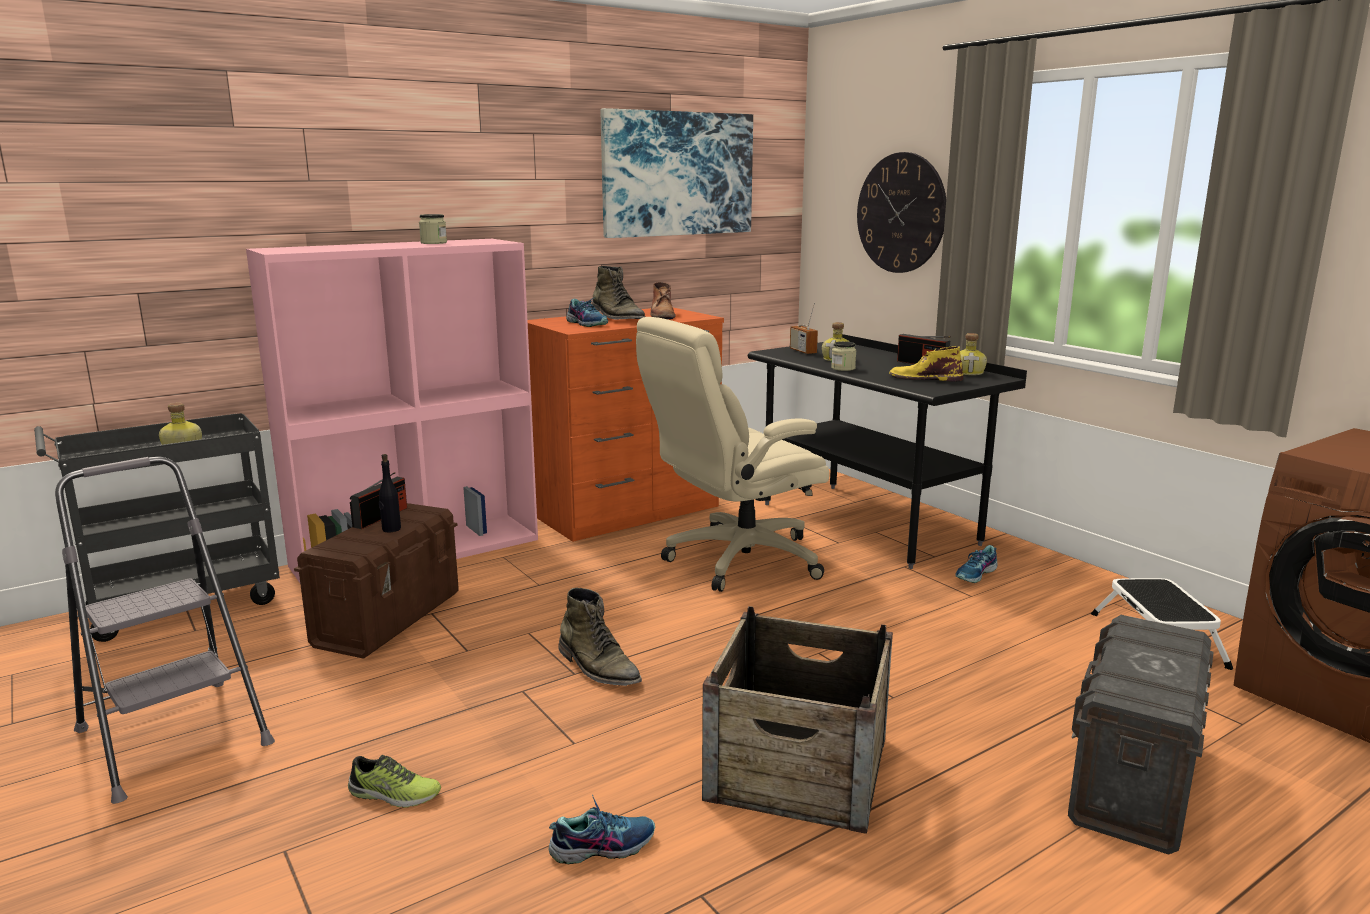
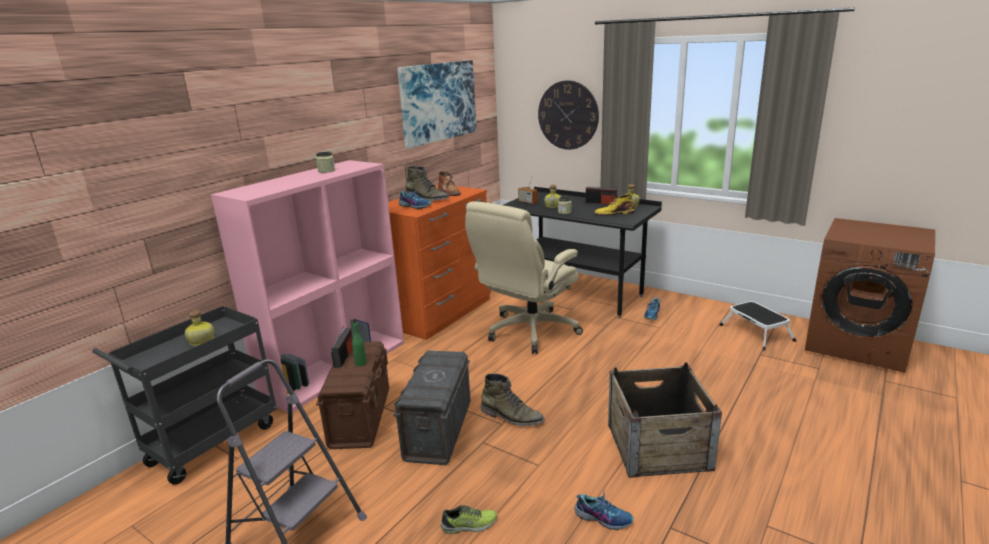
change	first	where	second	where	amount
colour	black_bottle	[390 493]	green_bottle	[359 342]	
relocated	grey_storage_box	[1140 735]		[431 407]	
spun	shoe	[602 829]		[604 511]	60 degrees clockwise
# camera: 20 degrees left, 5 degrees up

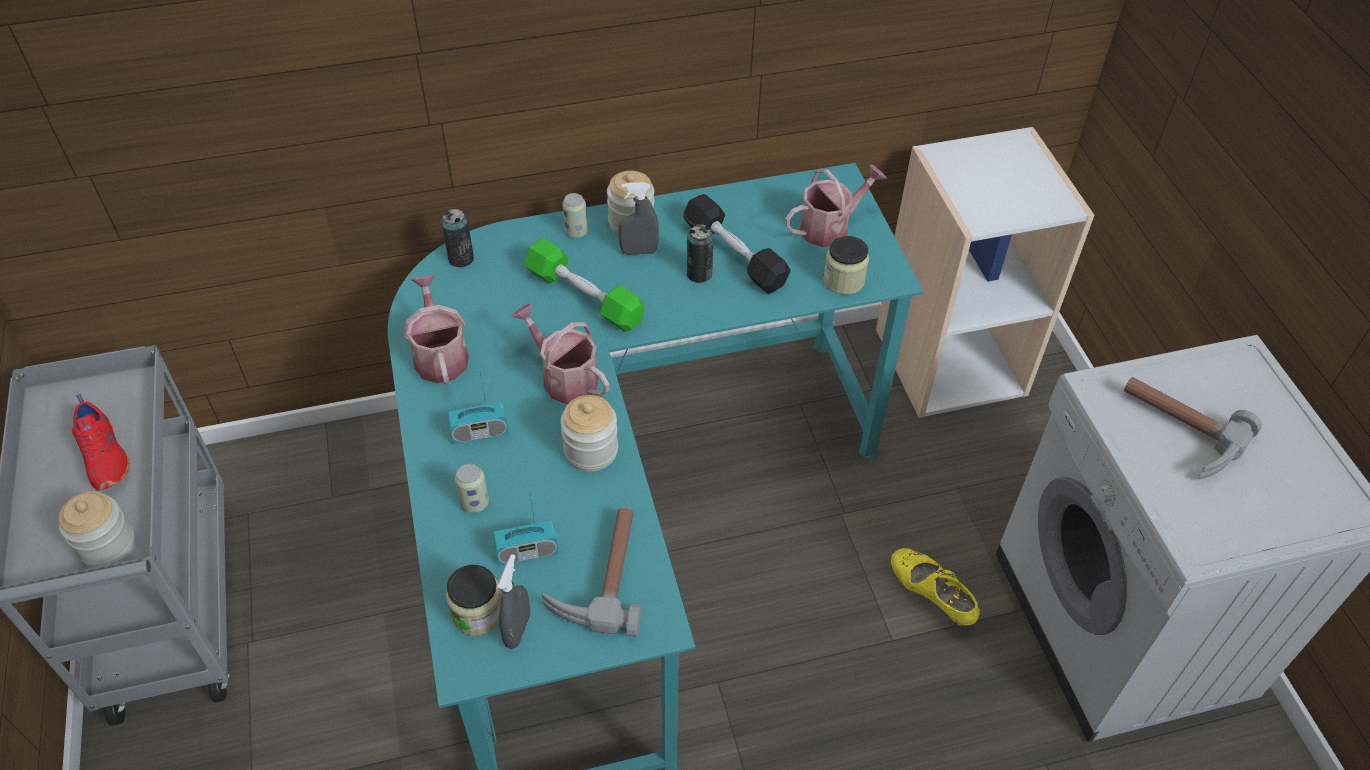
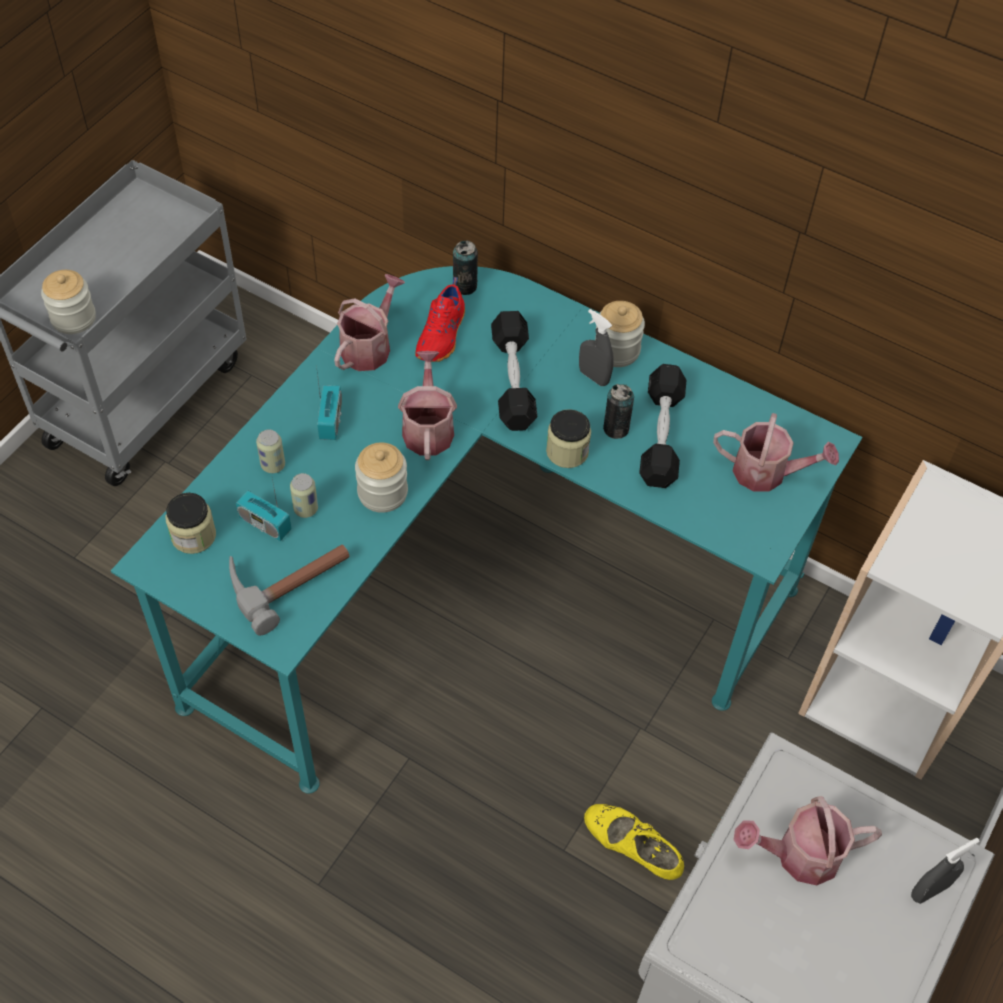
change	first	where	second	where	amount
relocated	can	[575 215]		[304 495]	
relocated	jar	[846 265]		[568 438]	
colour	green_dumbbell	[584 285]	black_dumbbell	[514 371]	
spun	radio	[478 408]		[329 402]	120 degrees counterclockwise
exchanged	hammer	[1193 428]	watering_can	[807 840]	
relocated	red_shoe	[101 442]		[440 319]	
spun	yellow_shoe	[935 587]		[634 842]	60 degrees counterclockwise
relocated	grey_spray_bottle	[513 601]		[945 871]	
# camera: 45 degrees right, 5 degrees up

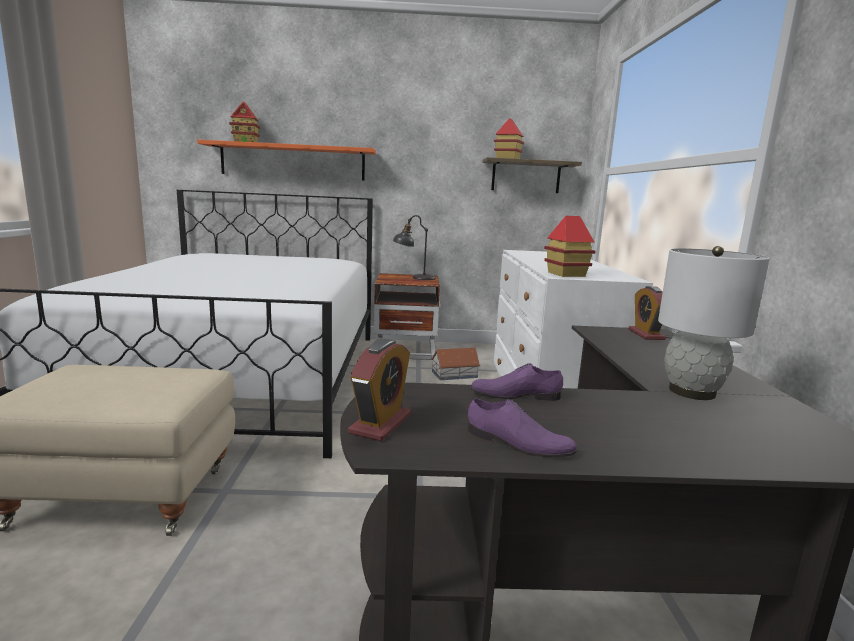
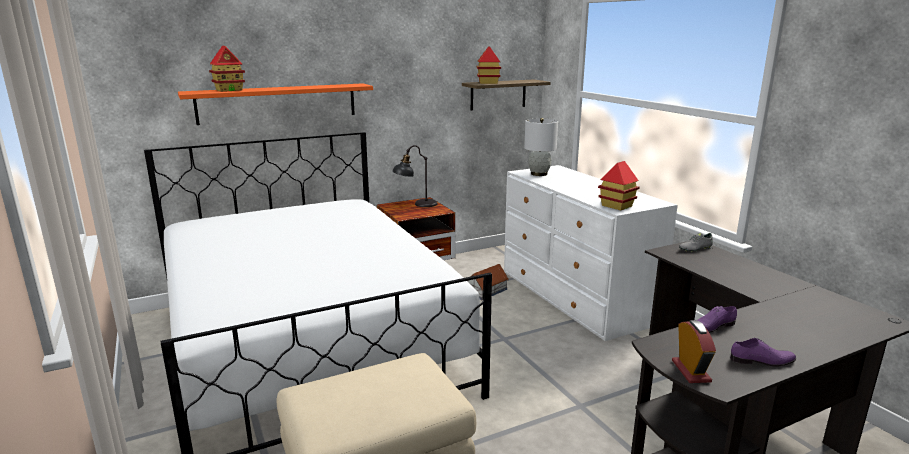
change	first	where	second	where	amount
relocated	white_table_lamp	[714 323]		[541 147]	
exchanged	alarm_clock	[647 313]	grey_shoe	[696 242]	
# camera: 25 degrees left, 5 degrees up

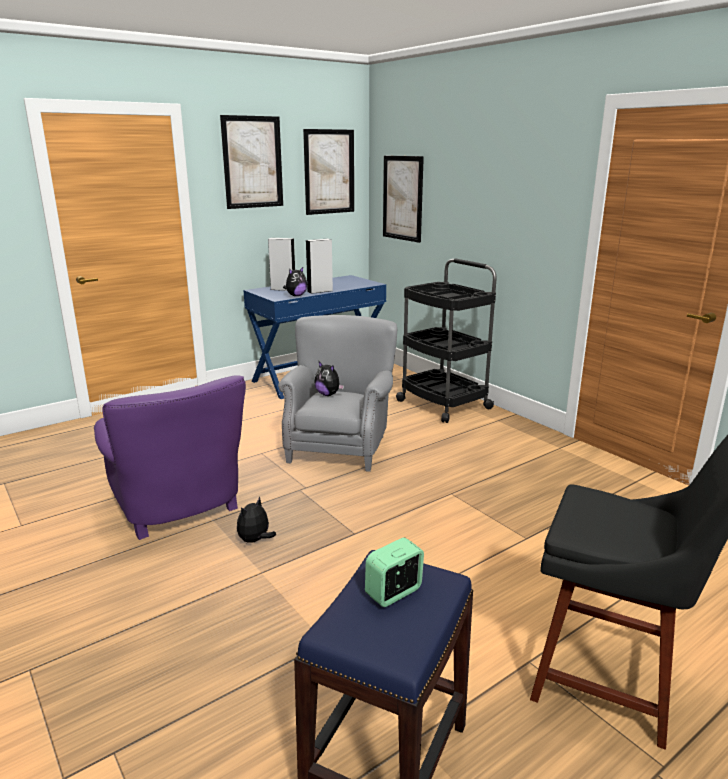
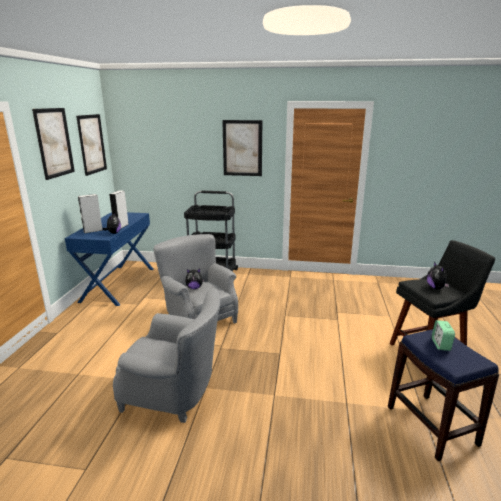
change	first	where	second	where	amount
relocated	picture	[403 199]		[242 148]	
colour	purple_armchair	[170 458]	grey_armchair	[167 355]	
relocated	plush_toy	[256 520]		[438 275]	
# camera: 45 degrees left, 0 degrees up

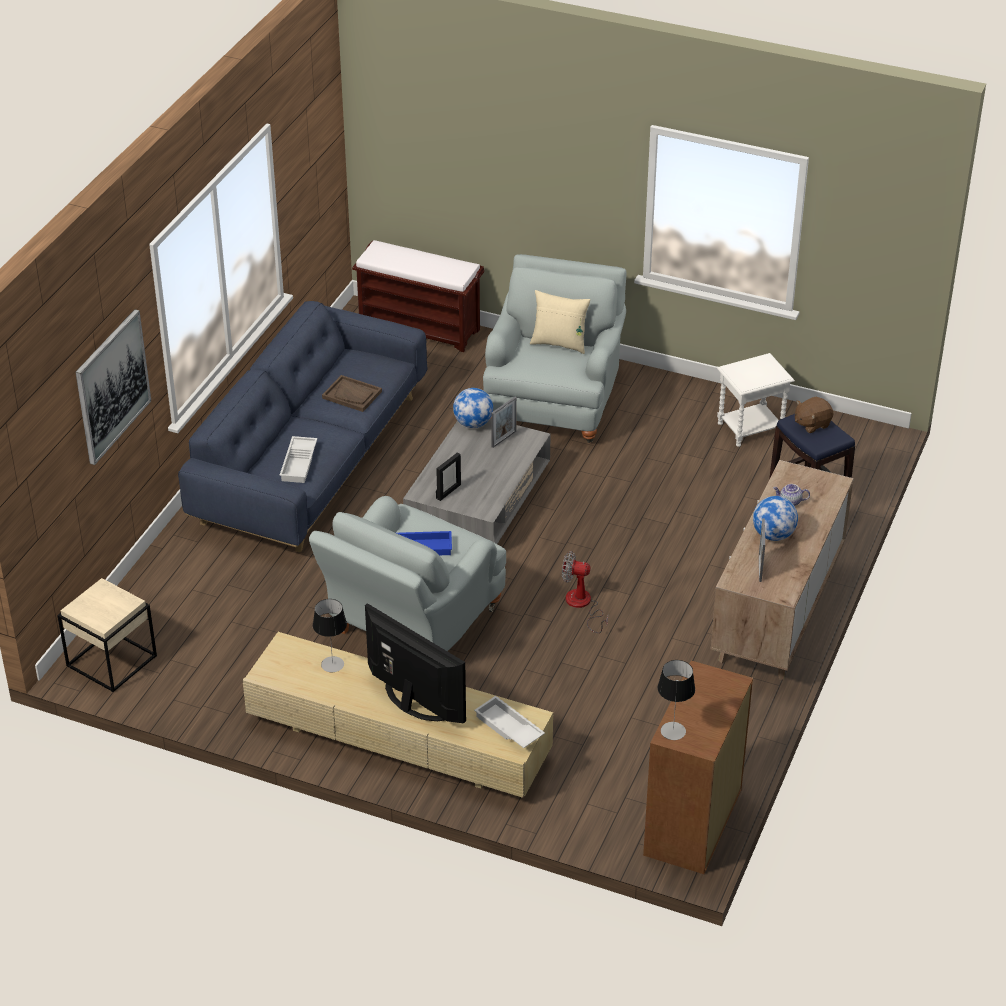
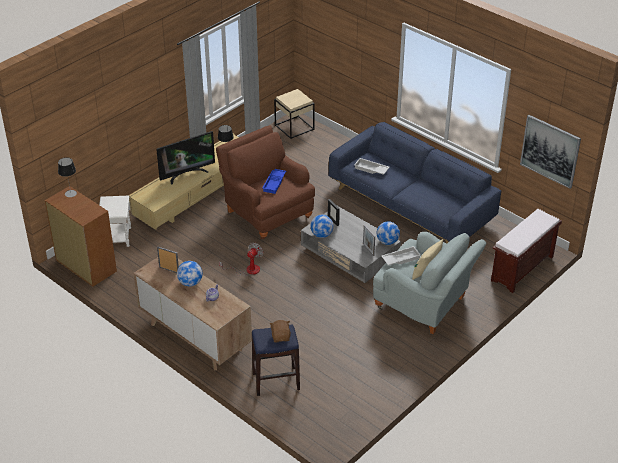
change	first	where	second	where	amount
relocated	picture	[113 387]		[550 152]	
relocated	white_side_table	[756 400]		[115 221]	
missing	brown_tray	[352 393]			
colour	grey_armchair	[407 573]	brown_armchair	[265 182]	
relocated	white_tray	[509 722]		[401 255]	
appeared			globe	[322 226]	
# camera: 110 degrees right, 0 degrees up

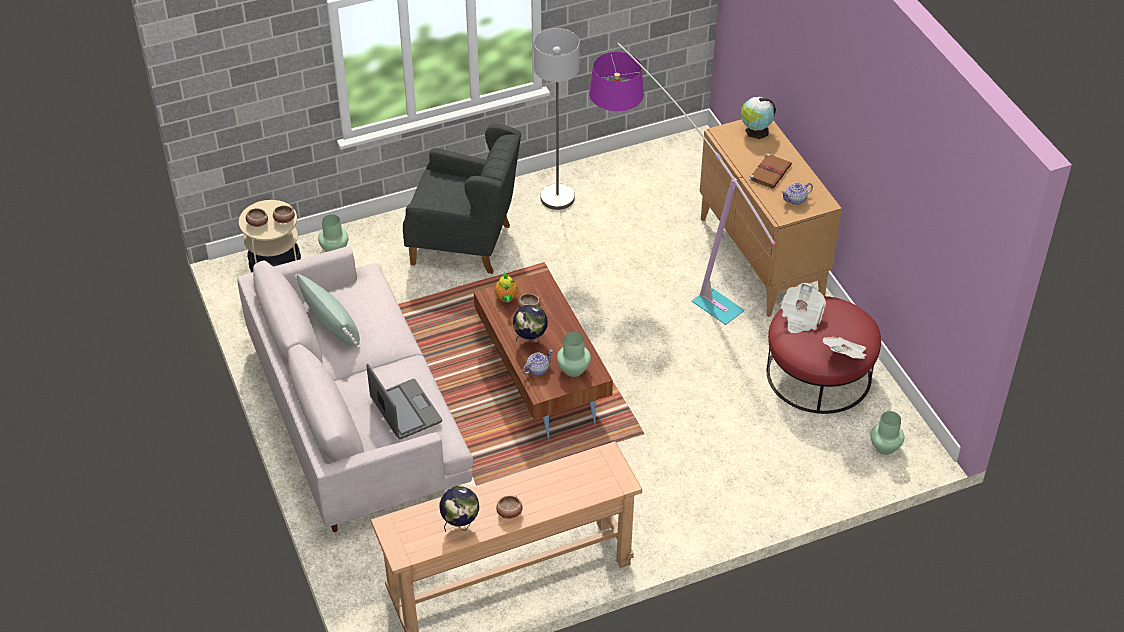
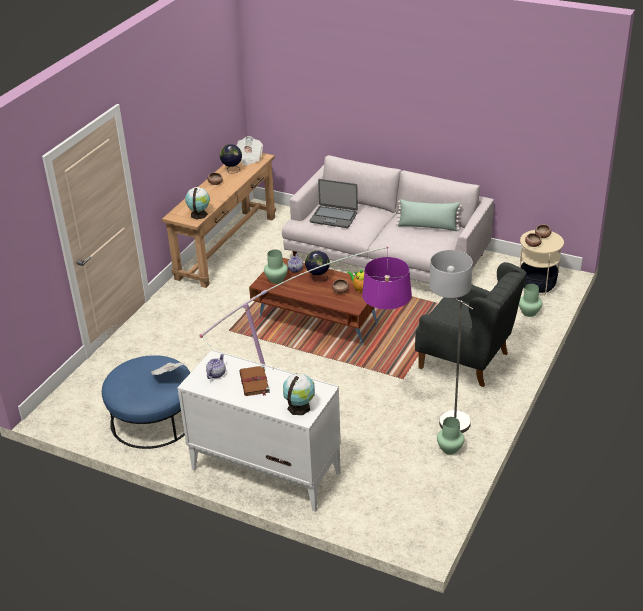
change	first	where	second	where	amount
colour	brown_cabinet	[771 218]	white_cabinet	[259 431]	
spun	grey_armchair	[462 198]		[471 324]	120 degrees counterclockwise
colour	red_ottoman	[823 355]	blue_ottoman	[146 402]	
relocated	newspaper	[845 348]		[249 150]	
relocated	green_vase	[887 433]		[450 436]	
appeared			globe	[197 203]	
# camera: 140 degrees right, 10 degrees down

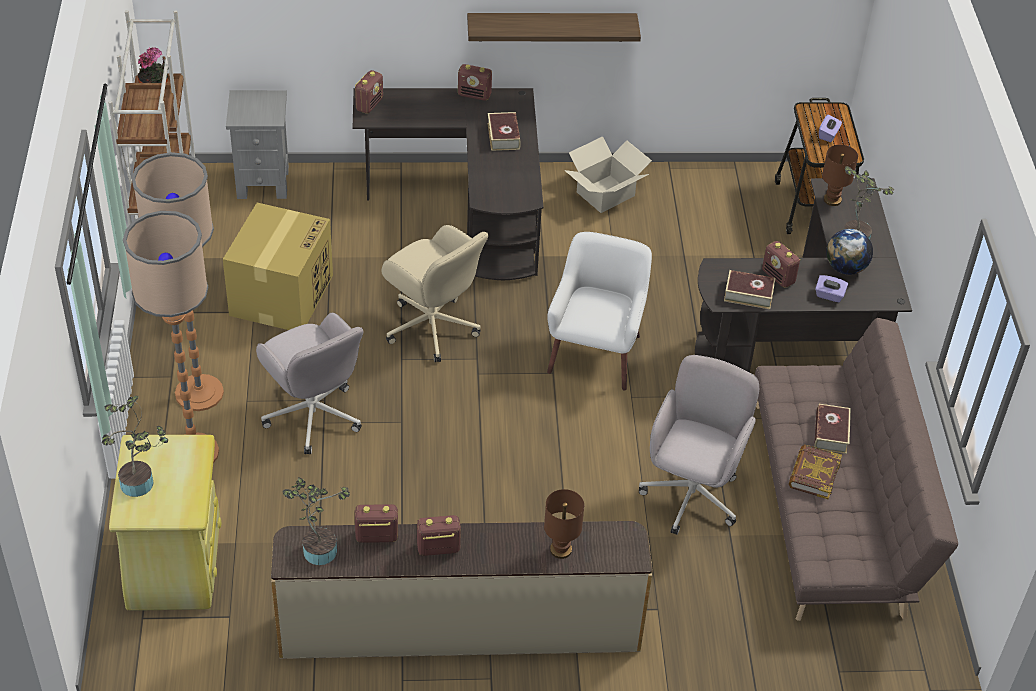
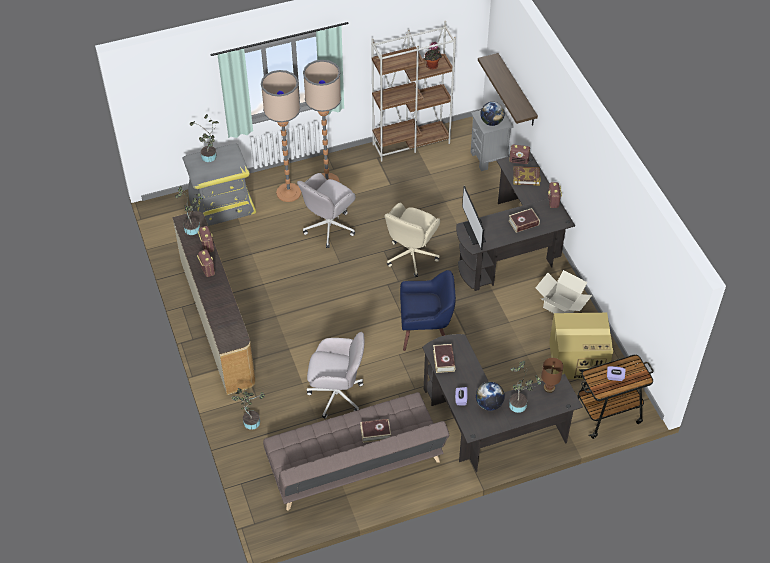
change	first	where	second	where	amount
relocated	shelf	[554 27]		[508 89]	
relocated	cardboard_box	[278 266]		[581 346]	
colour	white_armchair	[599 311]	blue_armchair	[428 310]	
missing	radio	[781 264]			
colour	yellow_nightstand	[165 523]	grey_nightstand	[219 185]	
relocated	book	[815 471]		[527 176]	
missing	brown_table_lamp	[564 524]			
appeared			globe	[492 114]	
appeared			monitor	[474 218]	
appeared			potted_plant	[248 409]	
# camera: 75 degrees right, 5 degrees up

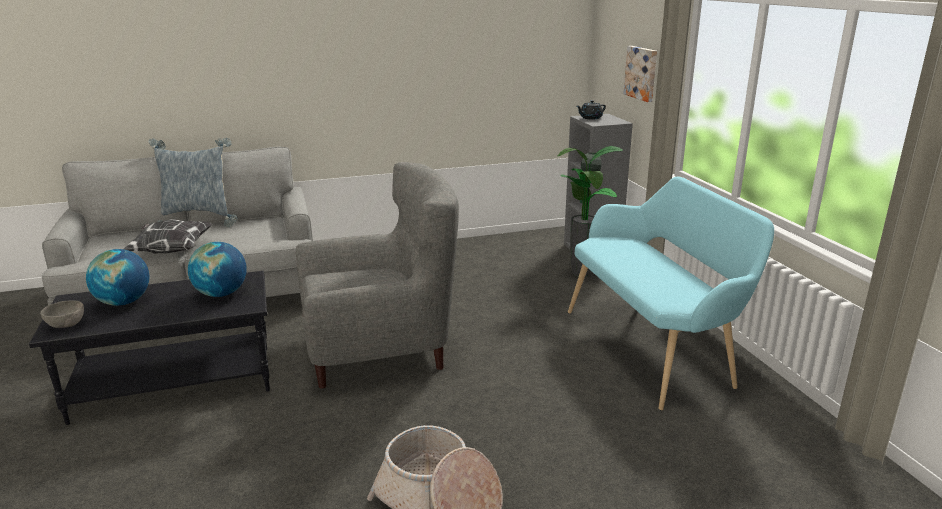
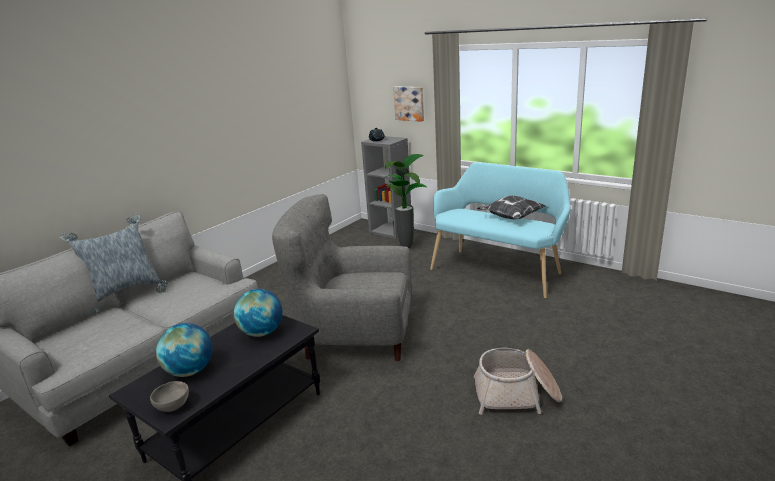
change	first	where	second	where	amount
spun	grey_armchair	[377 275]		[341 277]	120 degrees counterclockwise
relocated	pillow	[168 236]		[511 207]	
# camera: 35 degrees left, 0 degrees up

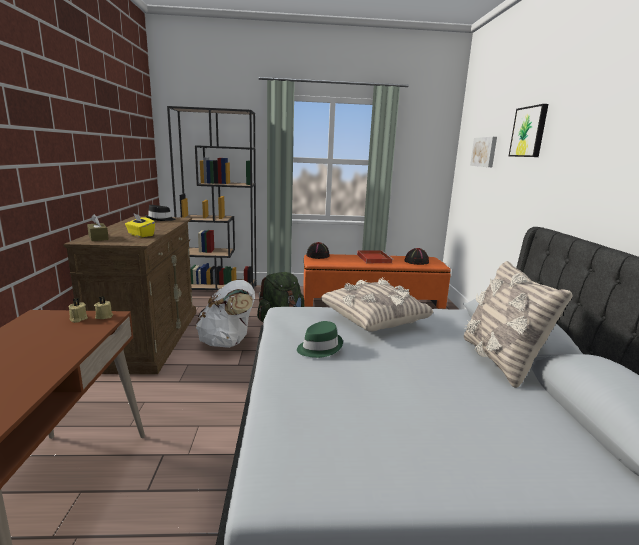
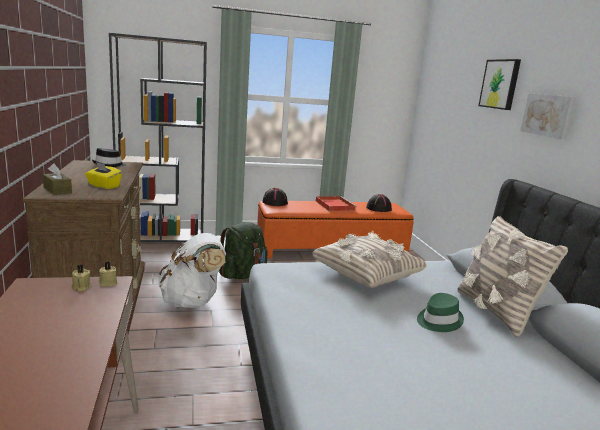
change	first	where	second	where	amount
relocated	picture	[483 152]		[548 116]	
relocated	green_hat	[320 339]		[440 312]	
# camera: 10 degrees left, 0 degrees up

